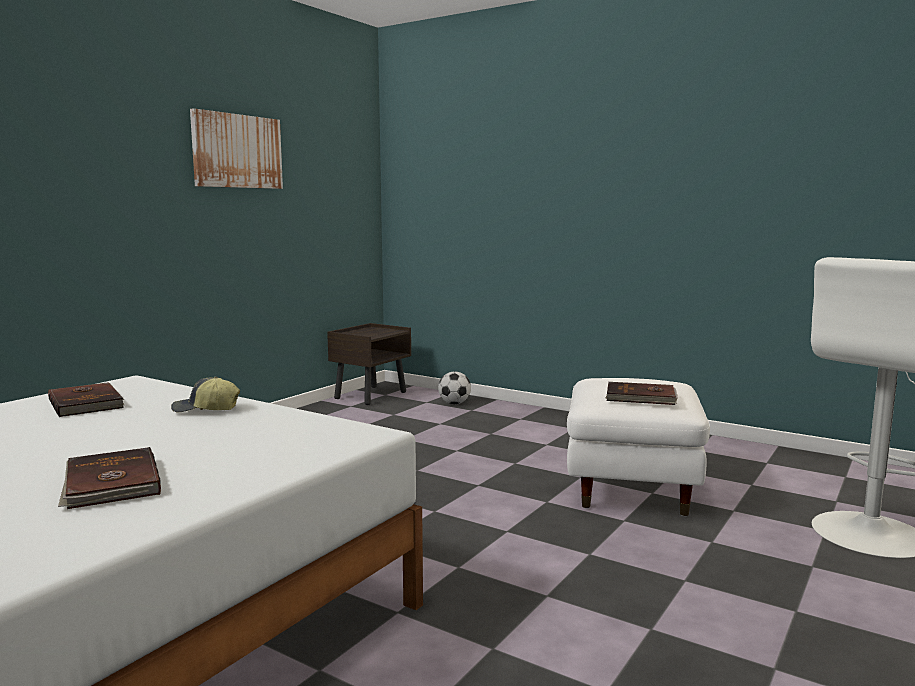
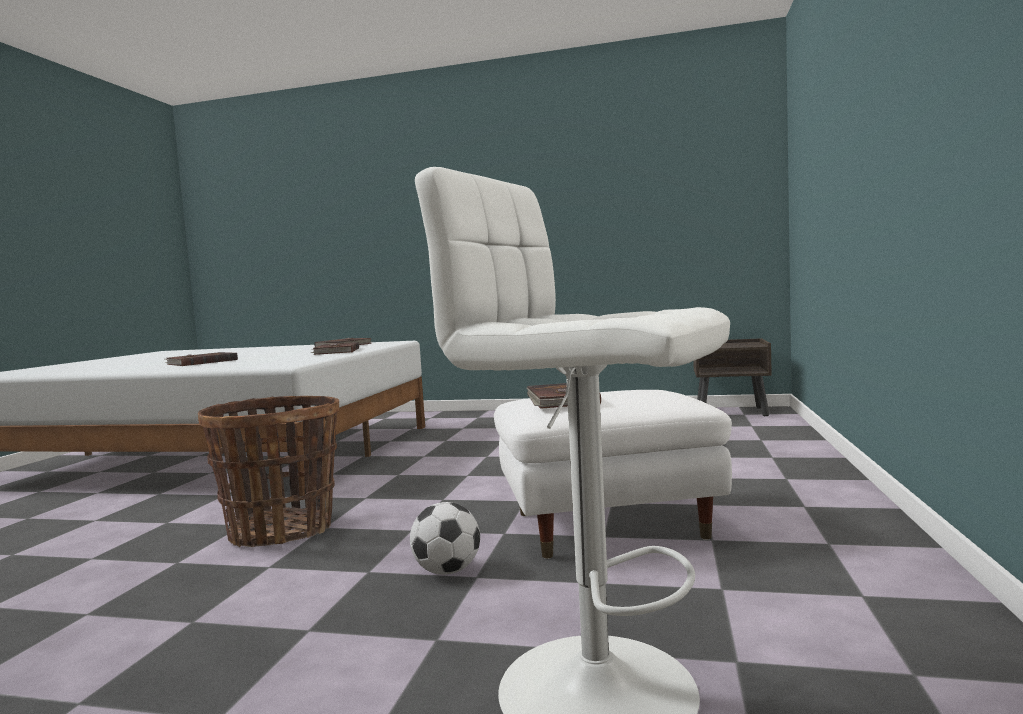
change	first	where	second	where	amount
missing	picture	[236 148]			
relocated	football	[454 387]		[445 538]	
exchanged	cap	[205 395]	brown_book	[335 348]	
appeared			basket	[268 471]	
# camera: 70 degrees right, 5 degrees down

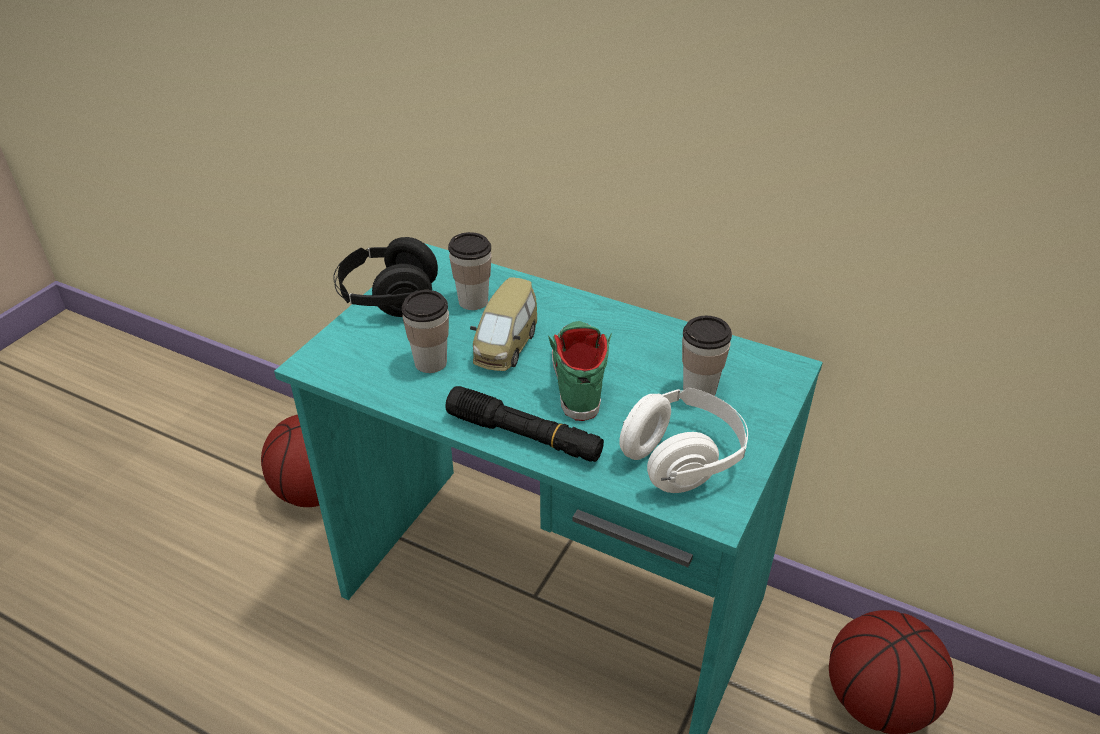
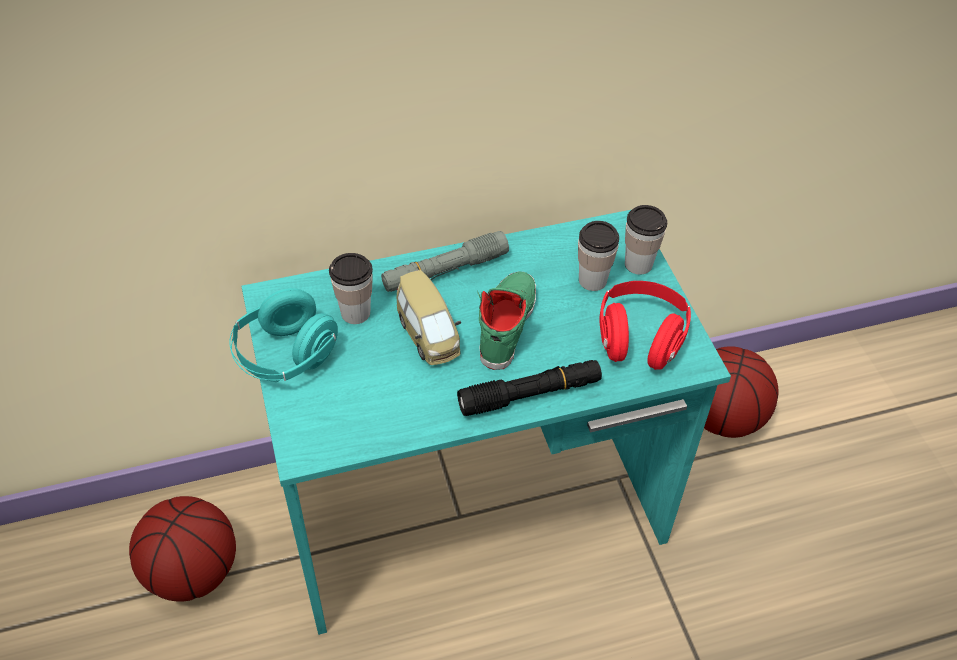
change	first	where	second	where	amount
colour	black_headphones	[385 277]	turquoise_headphones	[283 335]	
relocated	cup	[425 331]		[646 240]	
spun	green_shoe	[580 371]		[506 320]	60 degrees clockwise
colour	white_headphones	[683 440]	red_headphones	[645 325]	
appeared			grey_flashlight	[445 261]	
# camera: 45 degrees left, 10 degrees up

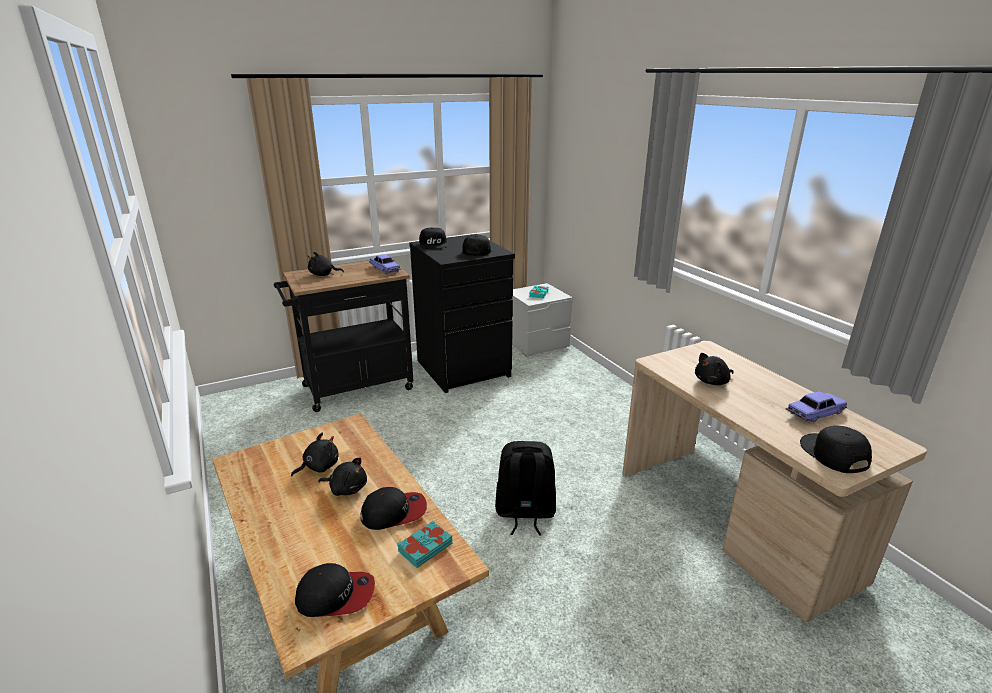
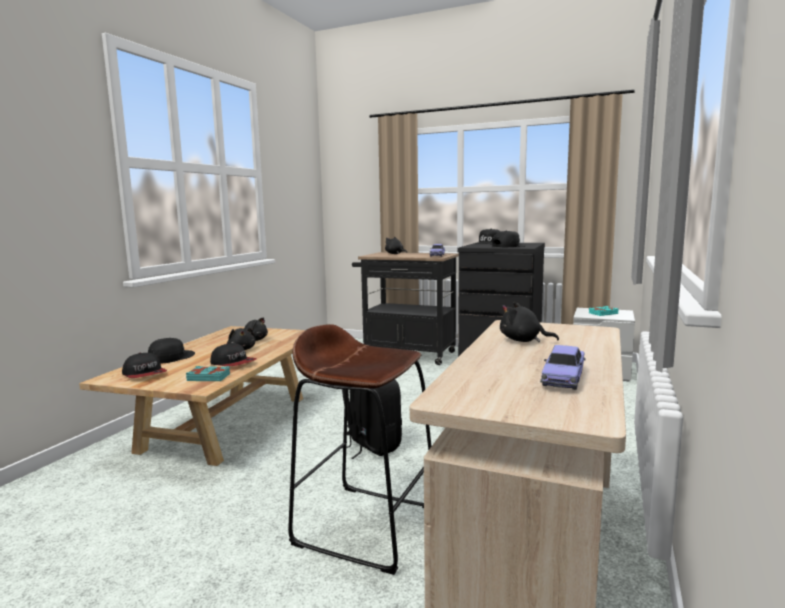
change	first	where	second	where	amount
spun	toy_car	[816 407]		[562 367]	90 degrees clockwise
relocated	black_cap	[836 449]		[171 351]	
appeared			brown_stool	[359 449]	
# camera: 50 degrees right, 15 degrees down

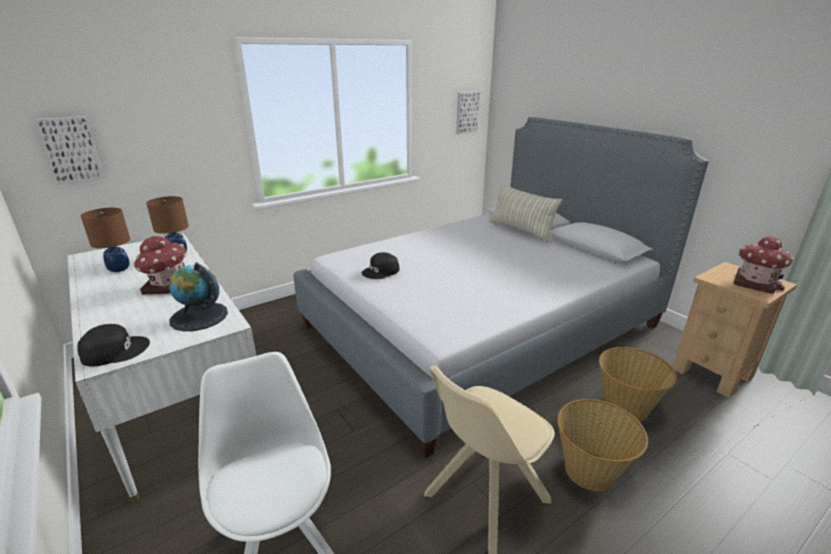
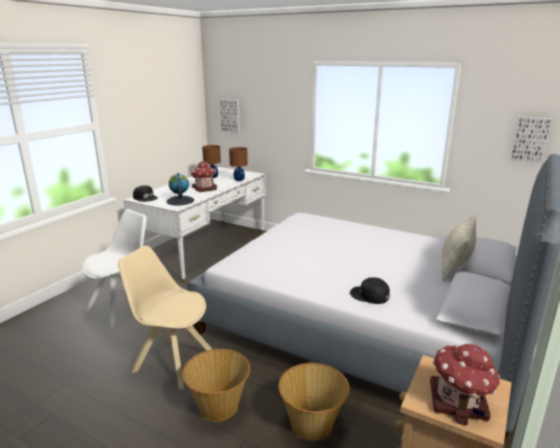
change	first	where	second	where	amount
relocated	black_cap	[381 265]		[370 290]	
# camera: 65 degrees right, 5 degrees down

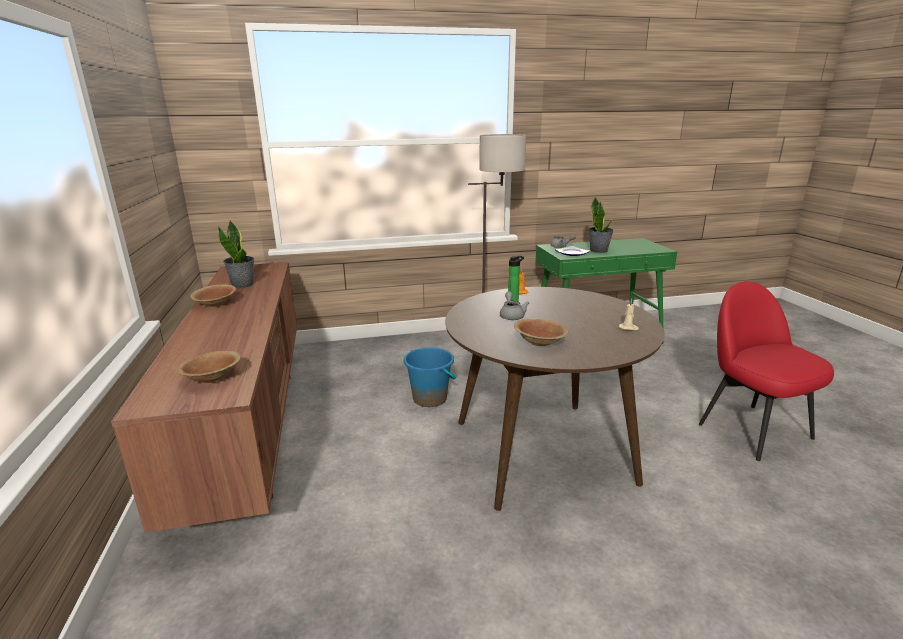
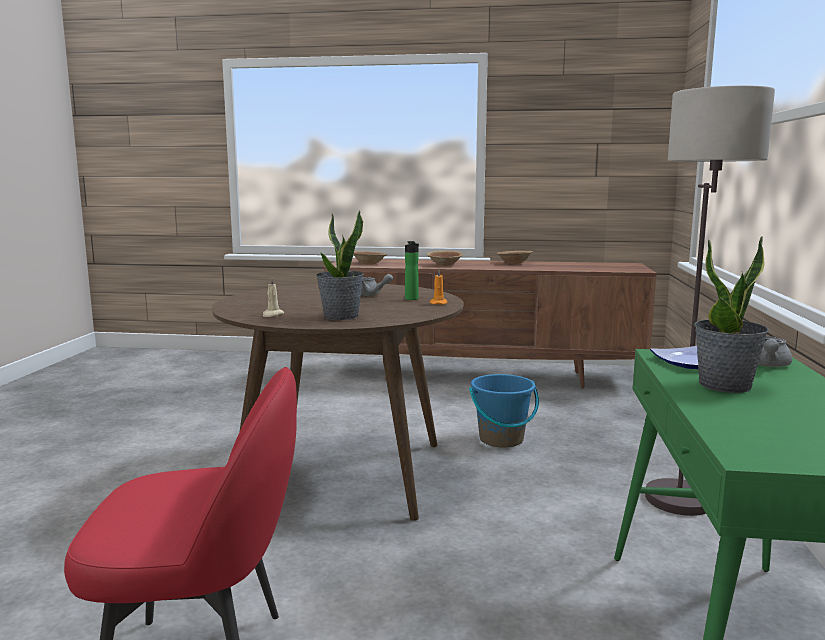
change	first	where	second	where	amount
relocated	potted_plant	[236 254]		[340 265]	
relocated	brown_bowl	[541 332]		[444 258]	
# camera: 110 degrees right, 10 degrees down

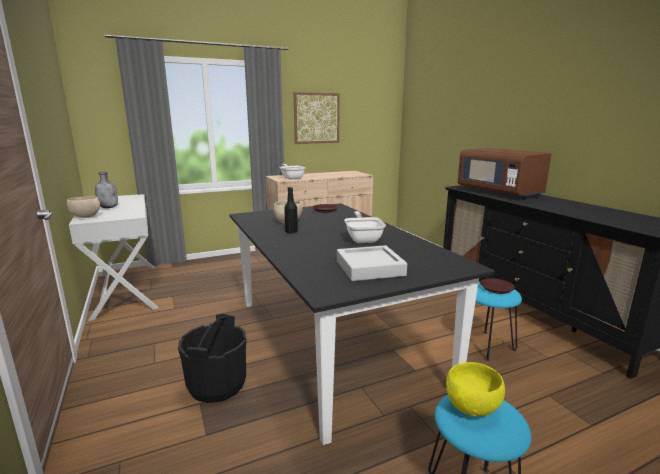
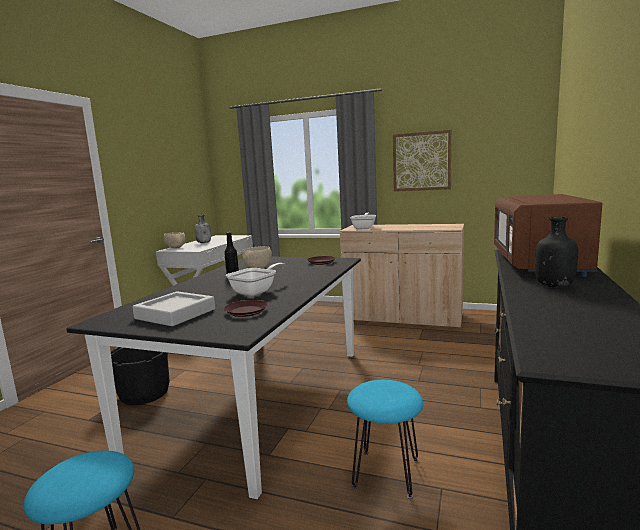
change	first	where	second	where	amount
relocated	brown_plate	[497 286]		[246 308]	
missing	yellow_bowl	[475 389]			
appeared			black_bottle	[556 252]	
# camera: 45 degrees right, 5 degrees down

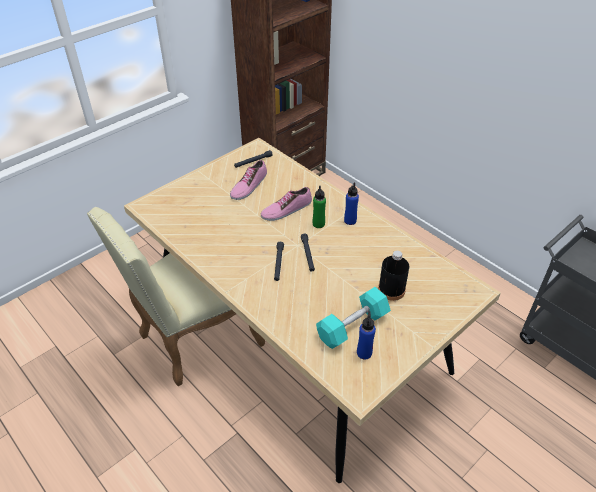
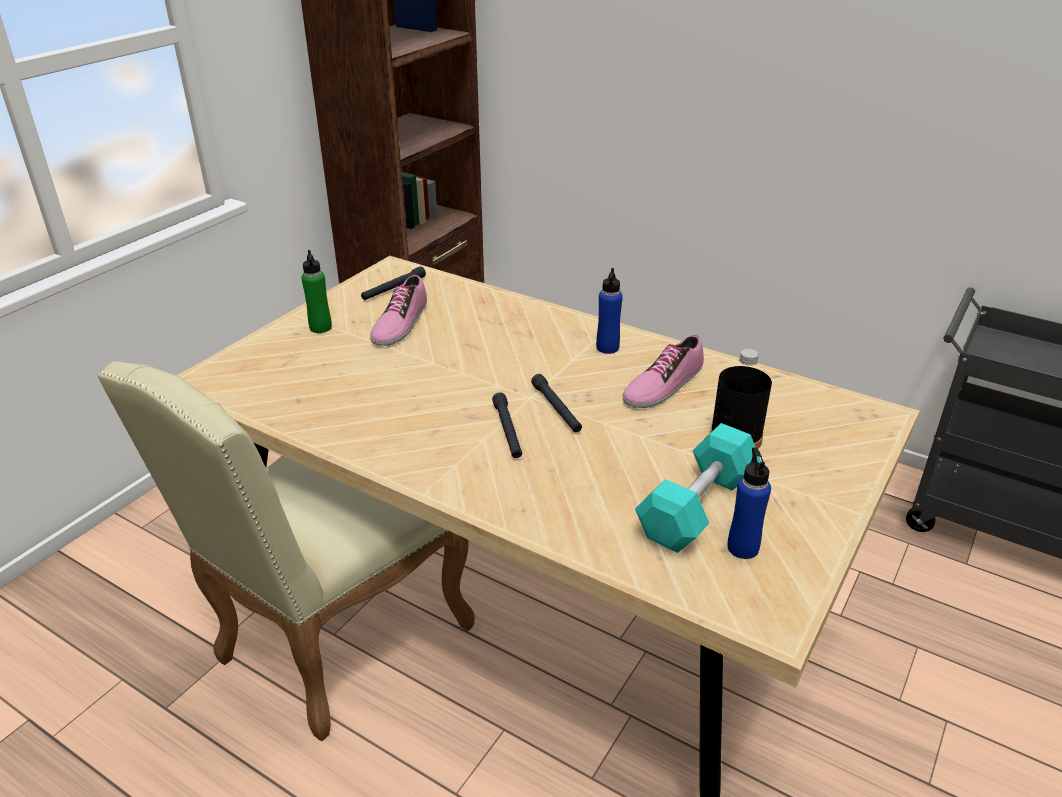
change	first	where	second	where	amount
relocated	green_bottle	[319 207]		[316 291]	
relocated	shoe	[286 204]		[663 371]	
# camera: 15 degrees left, 10 degrees down

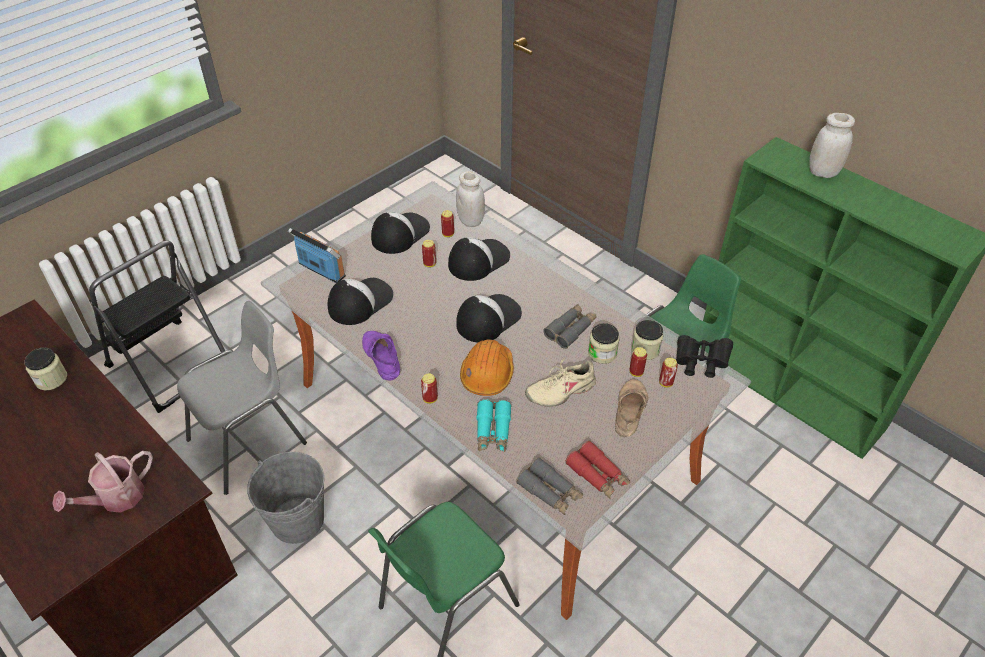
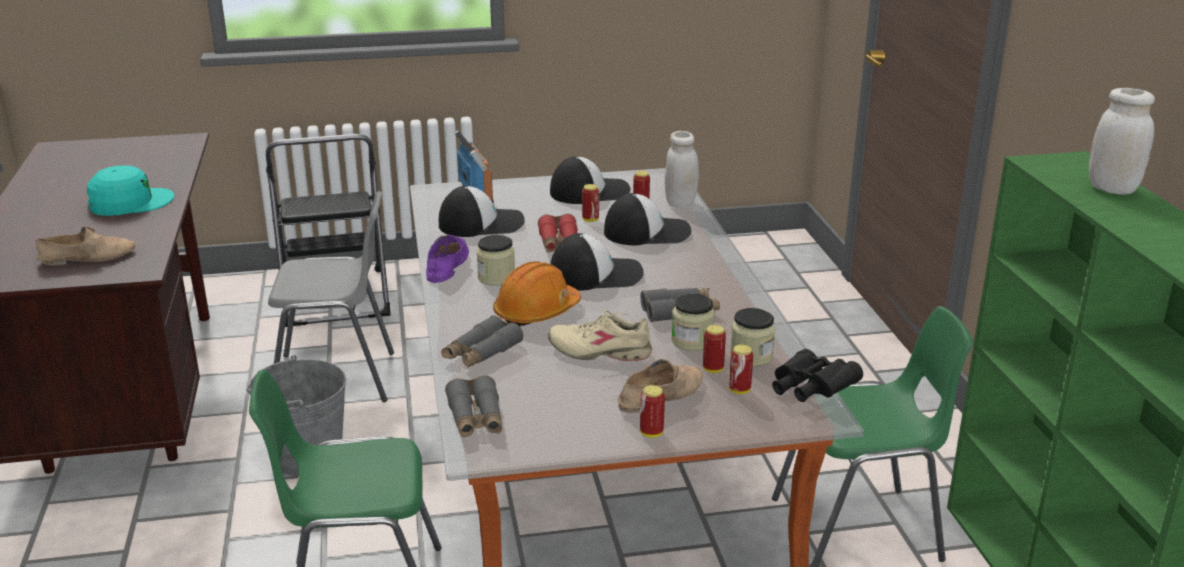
change	first	where	second	where	amount
relocated	jar	[45 368]		[496 260]	
relocated	can	[429 388]		[652 411]	
colour	turquoise_binoculars	[494 425]	grey_binoculars	[482 341]	
relocated	red_binoculars	[597 470]		[558 233]	
exchanged	watering_can	[102 482]	beige_shoe	[85 246]	
appeared			turquoise_cap	[130 191]	
# camera: 35 degrees right, 20 degrees down

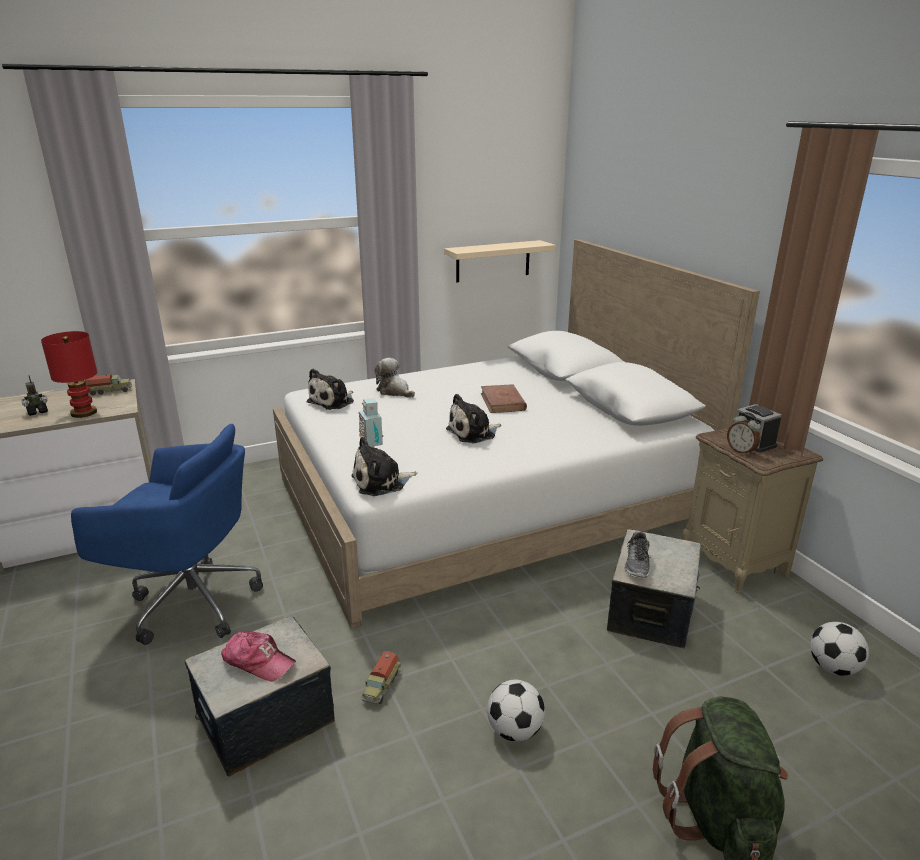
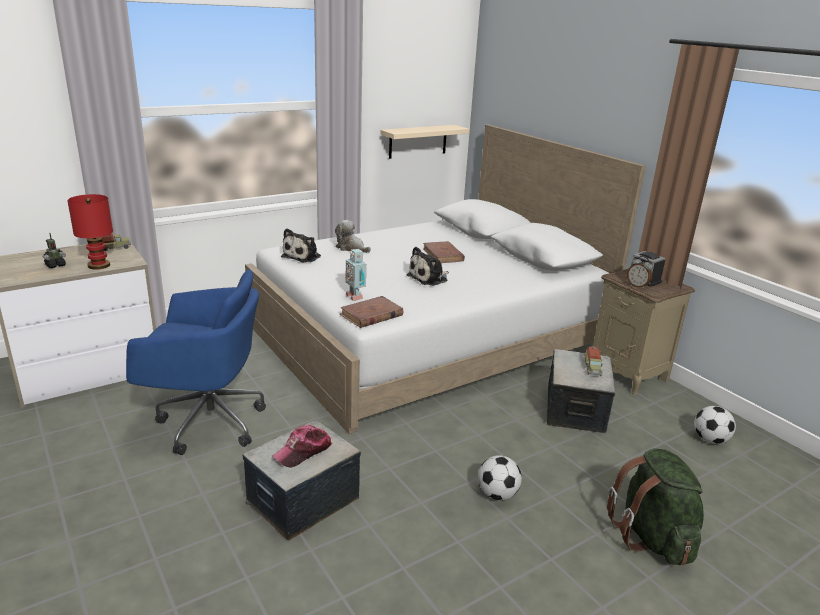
change	first	where	second	where	amount
exchanged	plush_toy	[384 466]	brown_book	[371 312]	
missing	shoe	[637 555]			
spun	cap	[258 657]		[302 446]	120 degrees clockwise
relocated	toy_truck	[381 677]		[593 361]	
# camera: 10 degrees left, 0 degrees up

